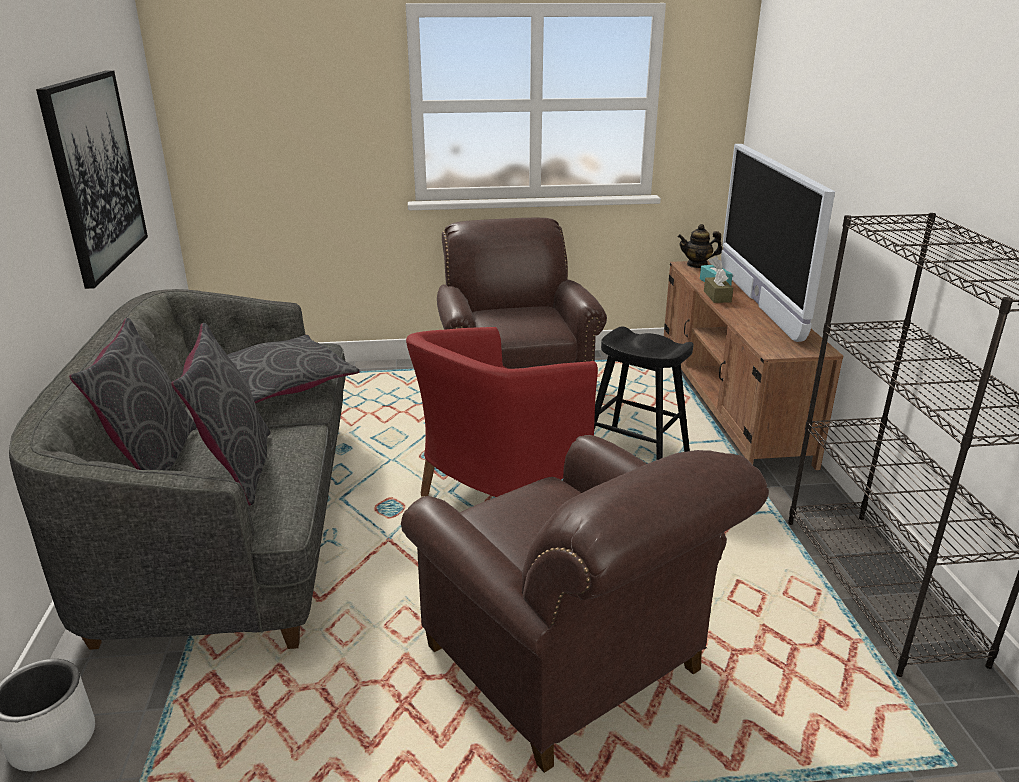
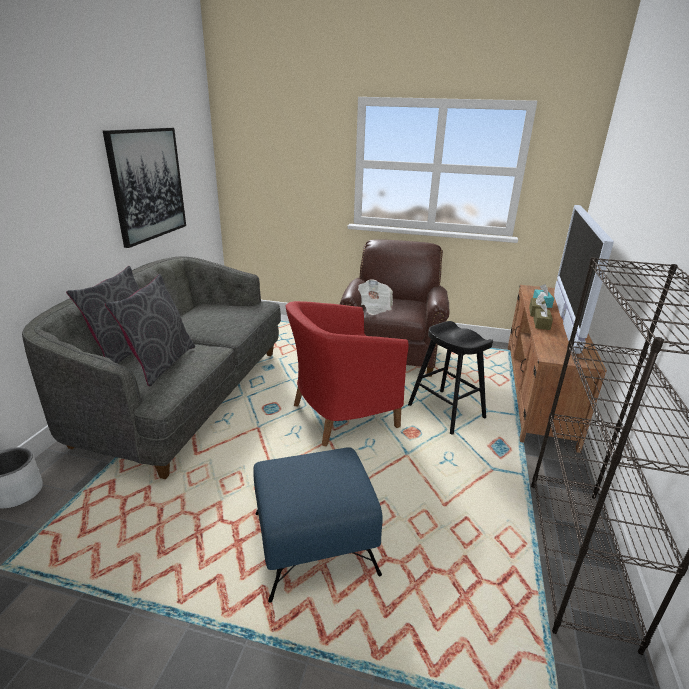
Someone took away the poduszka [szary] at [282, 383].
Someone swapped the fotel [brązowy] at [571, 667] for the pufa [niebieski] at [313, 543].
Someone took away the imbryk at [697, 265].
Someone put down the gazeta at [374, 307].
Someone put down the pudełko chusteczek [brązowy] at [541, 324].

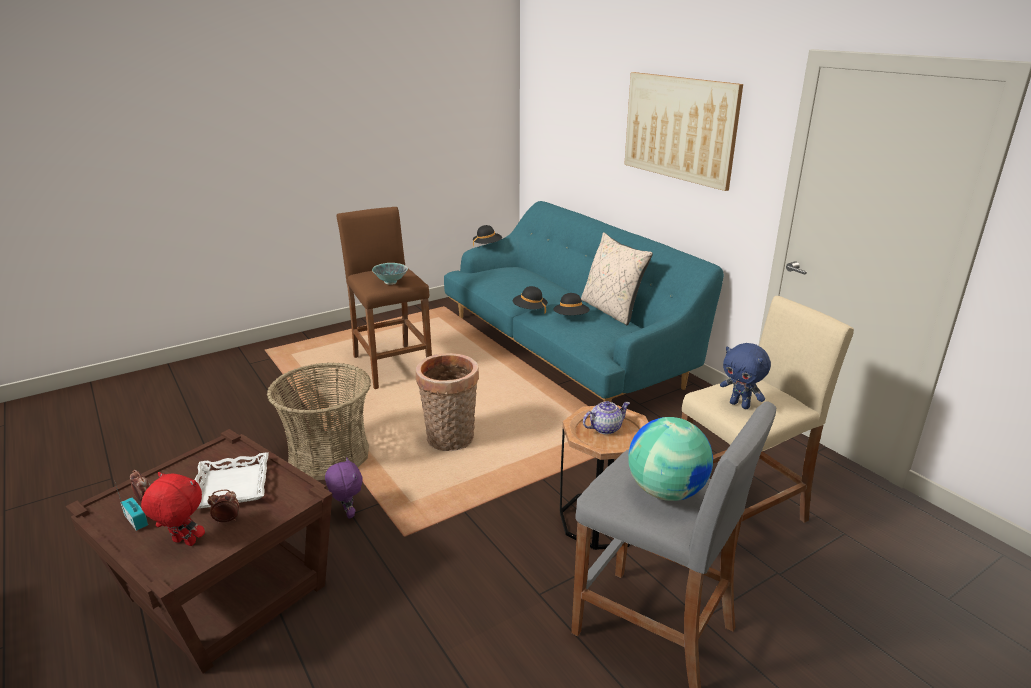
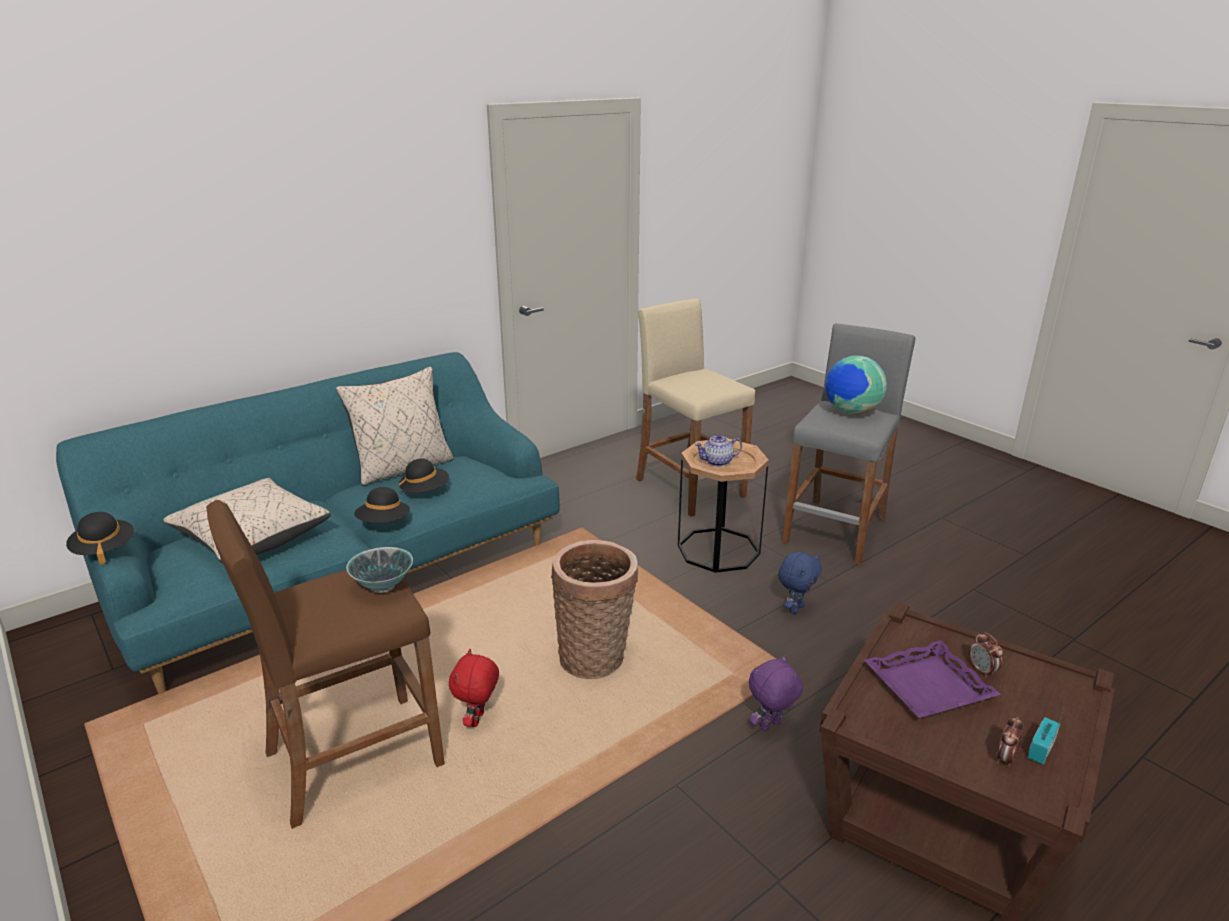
Someone carried the pluszak [czerwony] from [183, 543] to [478, 720].
Someone repainted the taca [biały] at [232, 486], which became the taca [fioletowy] at [928, 686].
Someone took away the koszyk at [329, 456].
Someone rotated the imbryk at [605, 428] by 75 degrees counterclockwise.
Someone took away the obraz at [679, 128].
Someone carried the pluszak [niebieski] from [740, 405] to [795, 608].
Someone put down the poduszka [beżowy] at [252, 537].

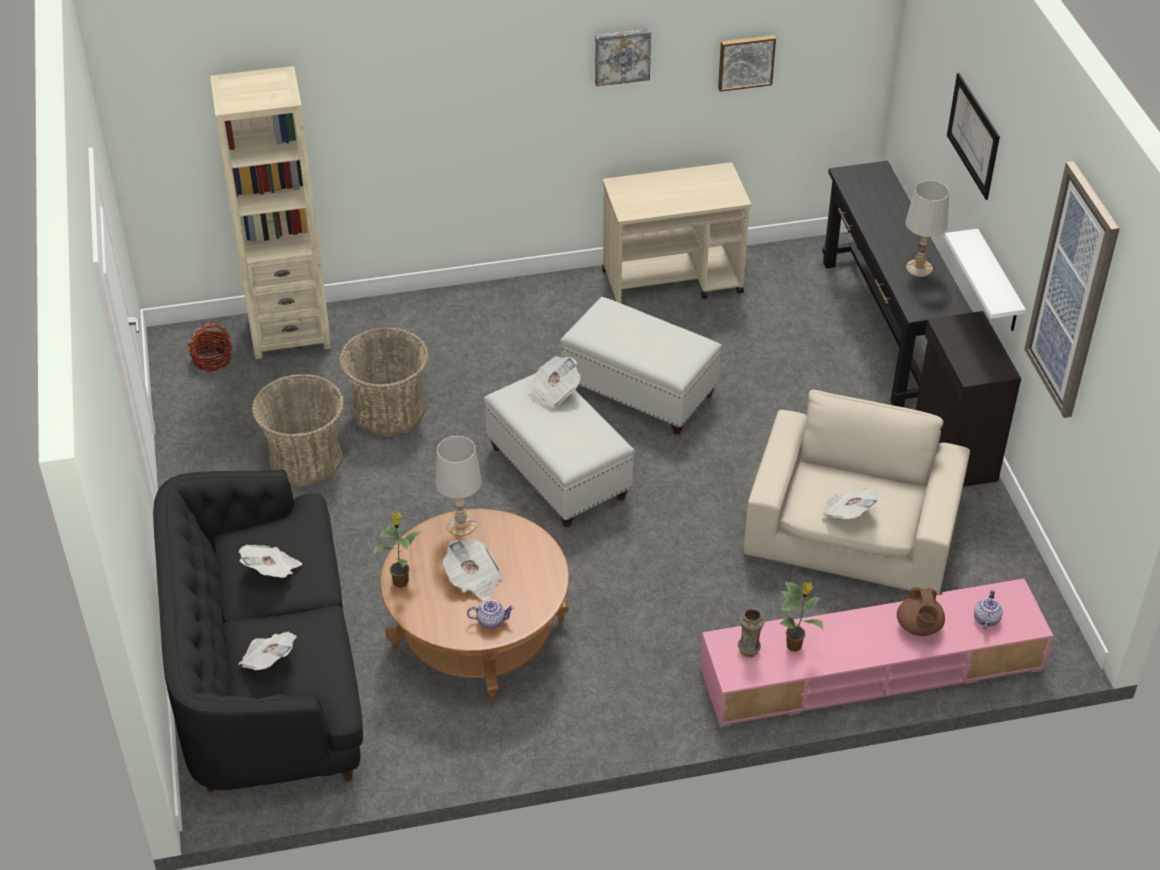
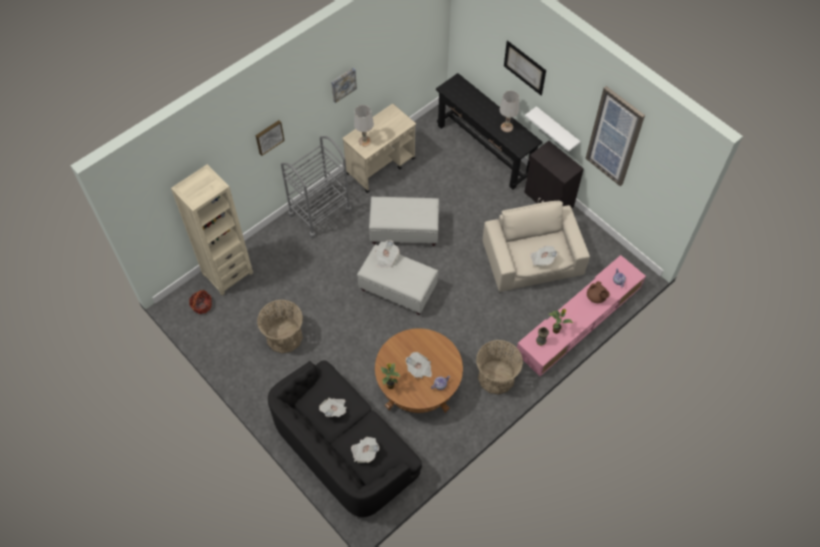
Someone carried the koszyk from [389, 411] to [496, 377].
Someone carried the lampa stołowa [biały] from [461, 525] to [364, 141].
Someone carried the obraz from [745, 61] to [269, 137].
Someone put down the wózek [szary] at [320, 212].

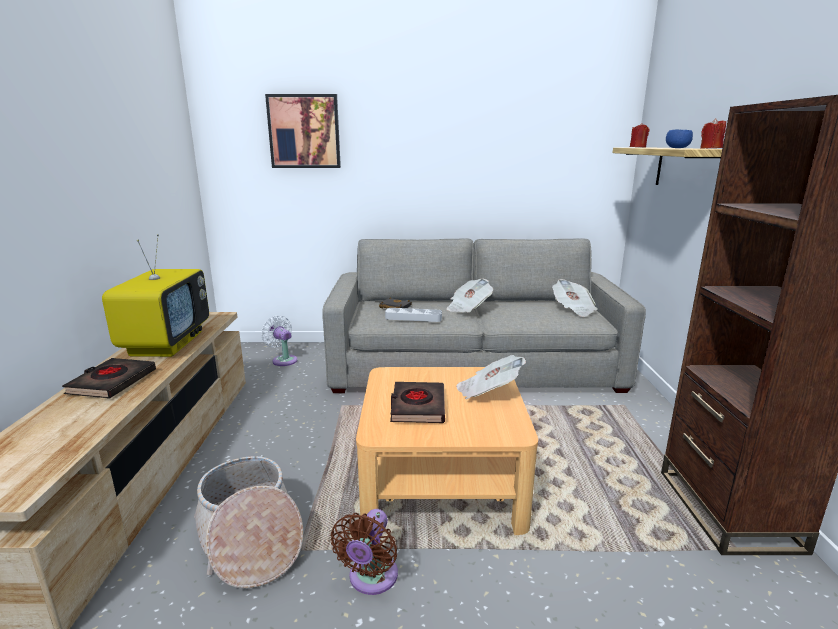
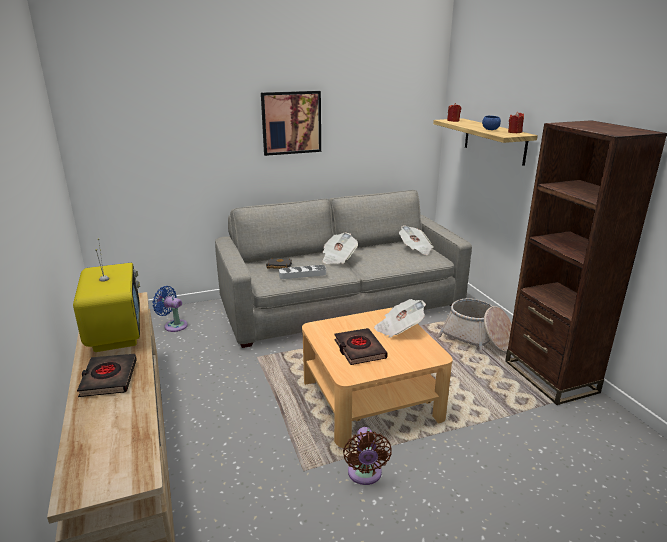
Someone carried the koszyk from [250, 539] to [477, 338].
Someone repainted the wentylator [biały] at [283, 360], which became the wentylator [niebieski] at [174, 325].
Someone carried the obraz from [304, 131] to [291, 122].

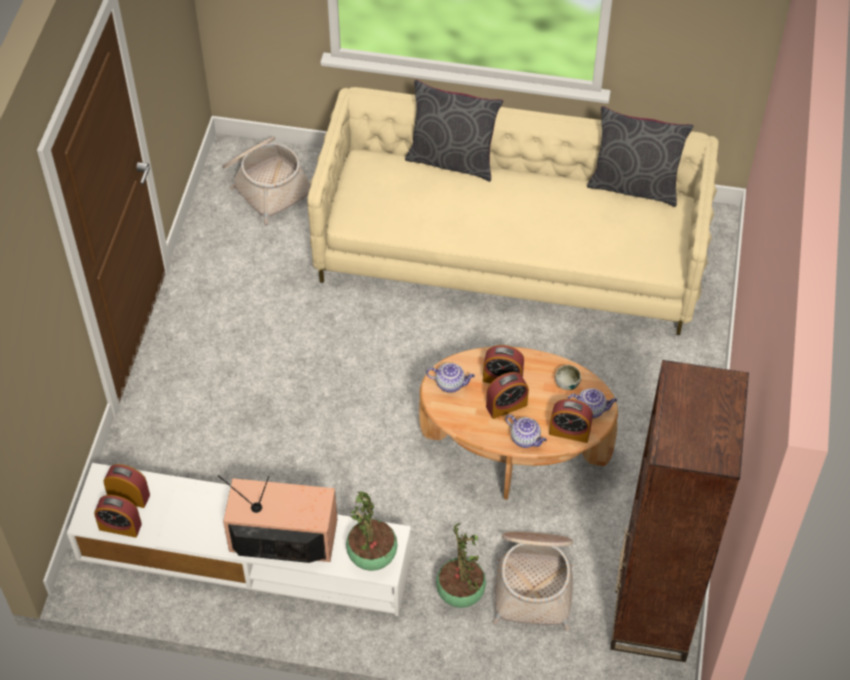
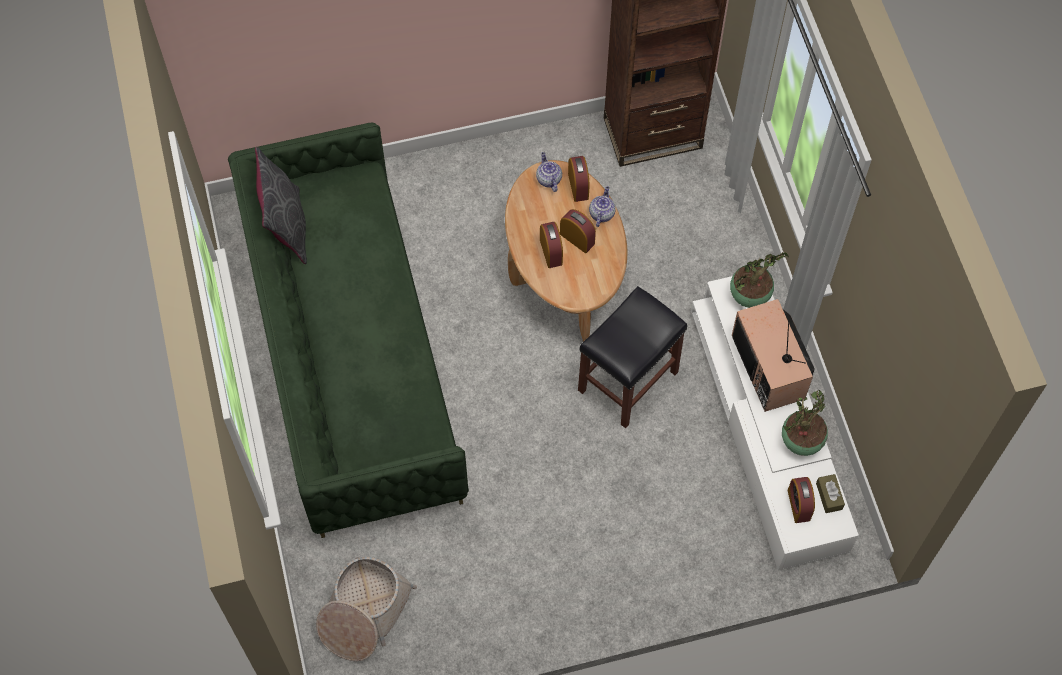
Someone swapped the budzik at [120, 526] for the pudełko chusteczek [brązowy] at [829, 496].
Someone repainted the kanapa [beżowy] at [510, 254], which became the kanapa [zielony] at [353, 357].
Someone took away the poduszka [szary] at [452, 160].
Someone took away the imbryk at [450, 384].
Someone carried the roślina doniczkowa from [460, 592] to [800, 442].
Someone took away the koszyk at [534, 582].
Someone took away the miska at [567, 383].
Someone put down the stołek [czarny] at [627, 382].

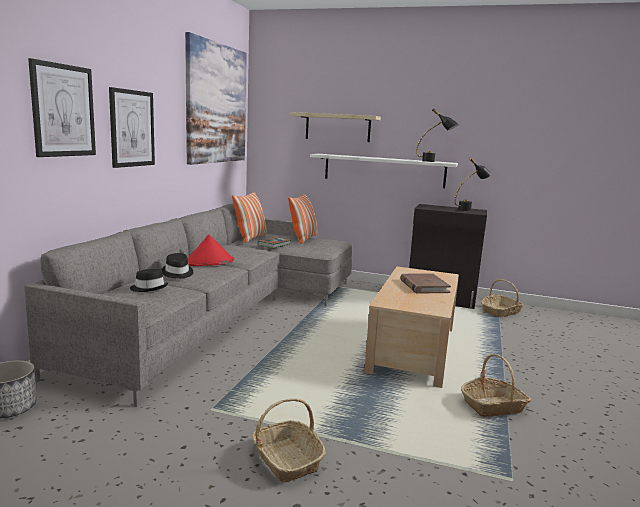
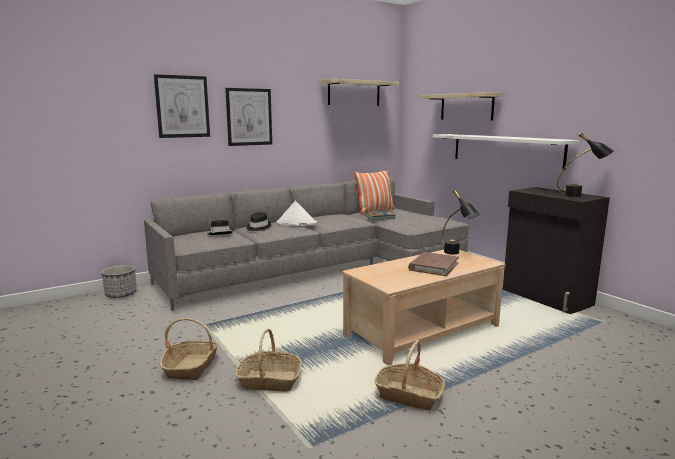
Someone swapped the obraz at [216, 104] for the półka [beżowy] at [354, 93].
Someone repainted the kapelusz [czerwony] at [209, 262], which became the kapelusz [biały] at [296, 223].
Someone took away the poduszka at [303, 239].
Someone carried the lampa stołowa [czarny] from [434, 161] to [456, 254].
Someone carried the koszyk from [501, 312] to [269, 381].

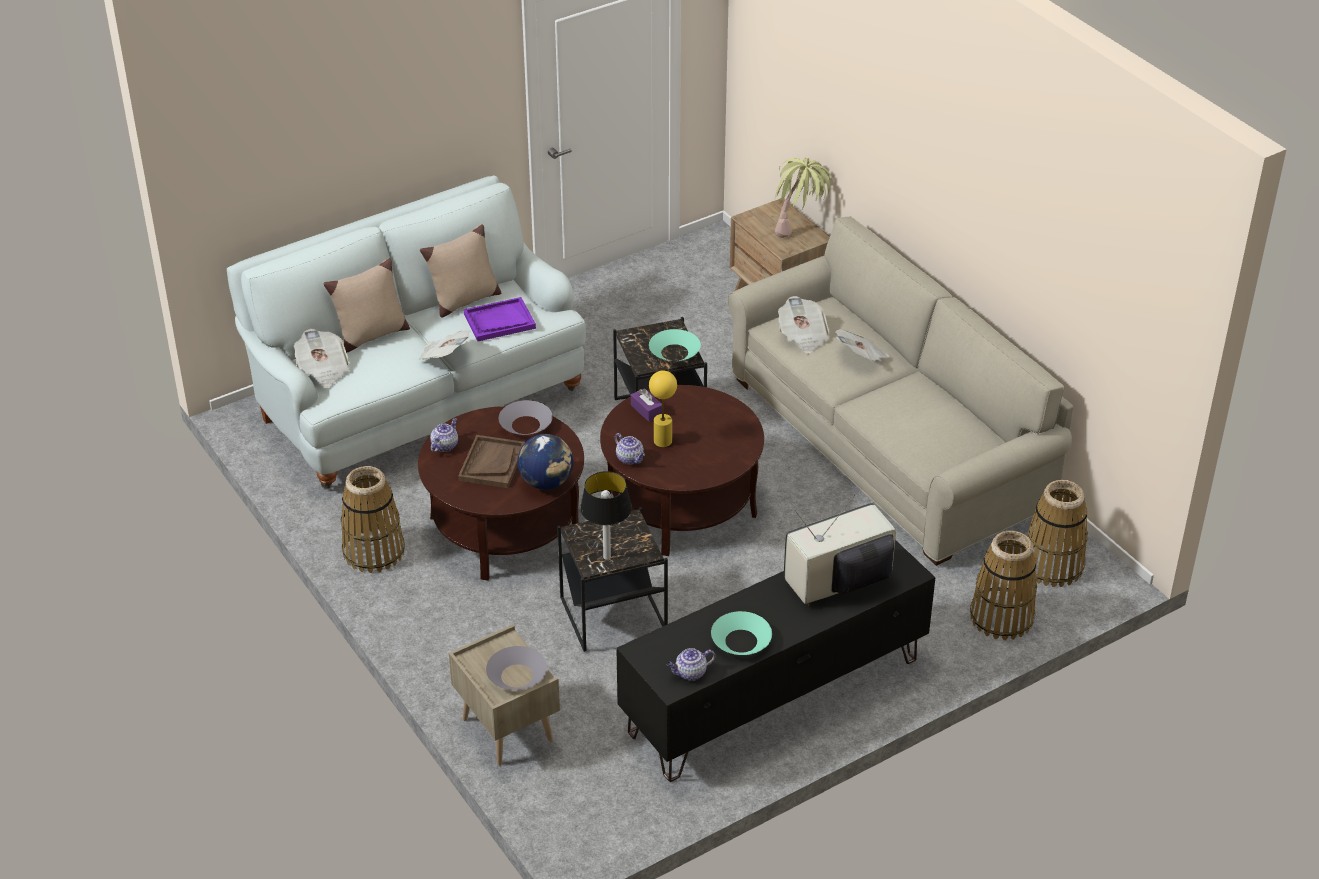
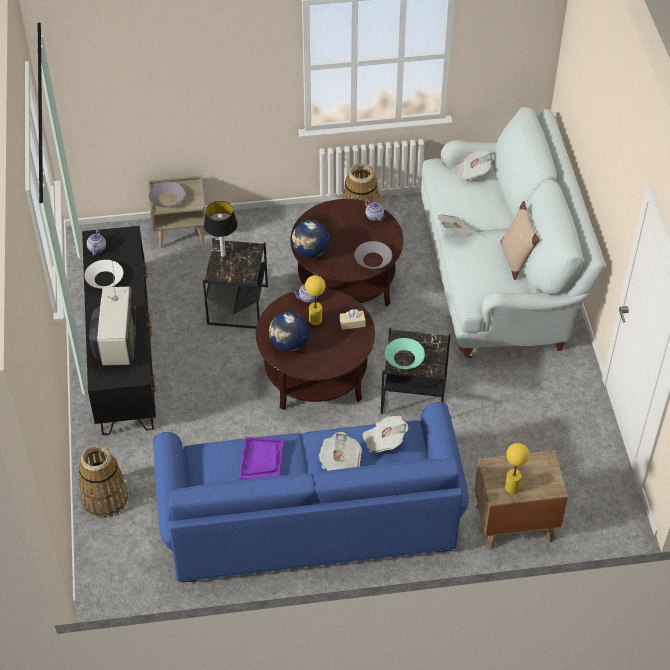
Someone took away the poduszka [beżowy] at [371, 335].
Someone took away the taca [brązowy] at [492, 463].
Someone carried the taca [fioletowy] from [499, 321] to [261, 460].
Someone repainted the pudełko chusteczek [fioletowy] at [646, 410], which became the pudełko chusteczek [beżowy] at [352, 323].
Someone repainted the miska [turkusowy] at [741, 640], which became the miska [biały] at [104, 278].
Someone repainted the kanapa [beżowy] at [889, 443], which became the kanapa [niebieski] at [309, 518].
Someone swapped the roślina doniczkowa at [800, 231] for the lampa stołowa [żółty] at [512, 487].
Someone took away the koszyk at [1052, 565].
Someone put down the globus at [289, 344].

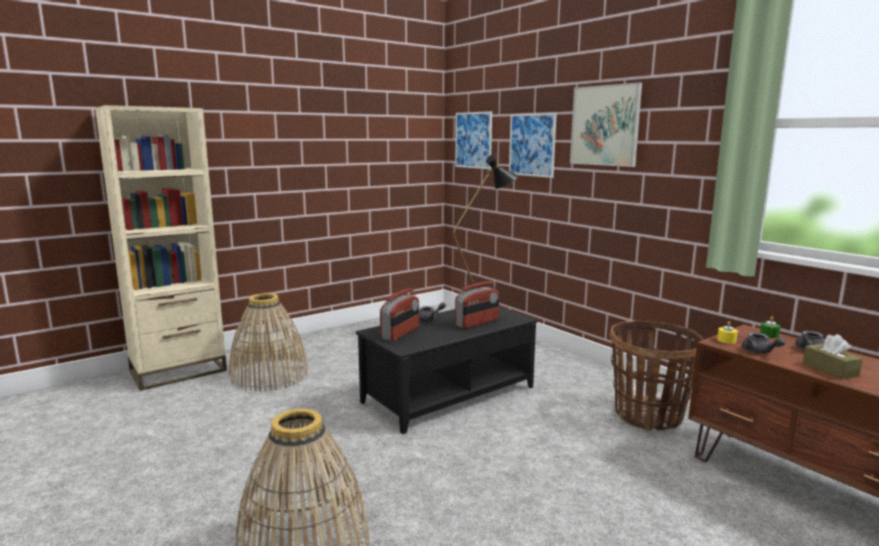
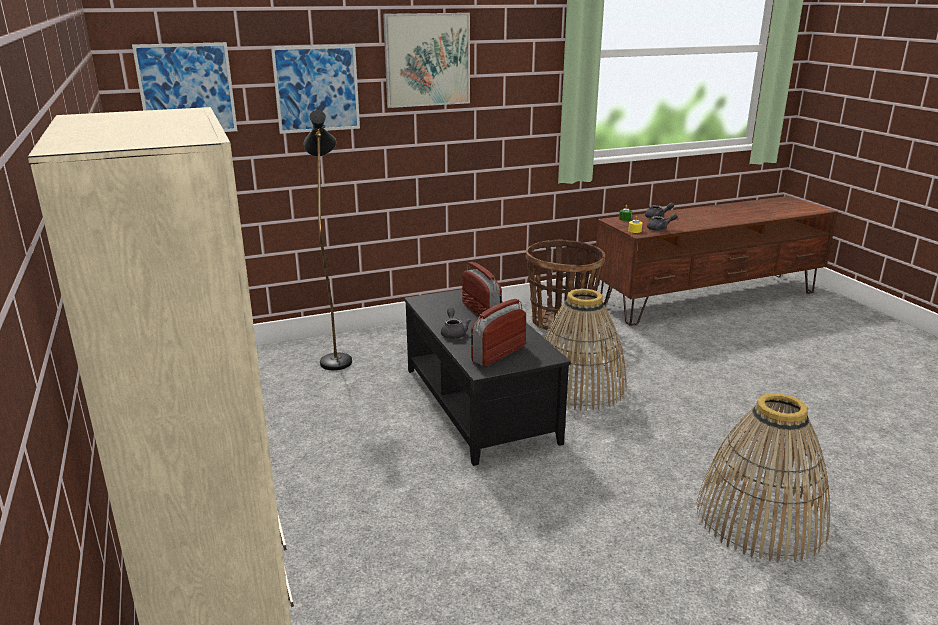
Someone carried the koszyk from [269, 375] to [578, 386].
Someone rotated the radio at [400, 333] by 90 degrees counterclockwise.
Someone took away the pudełko chusteczek [brązowy] at [830, 369].

